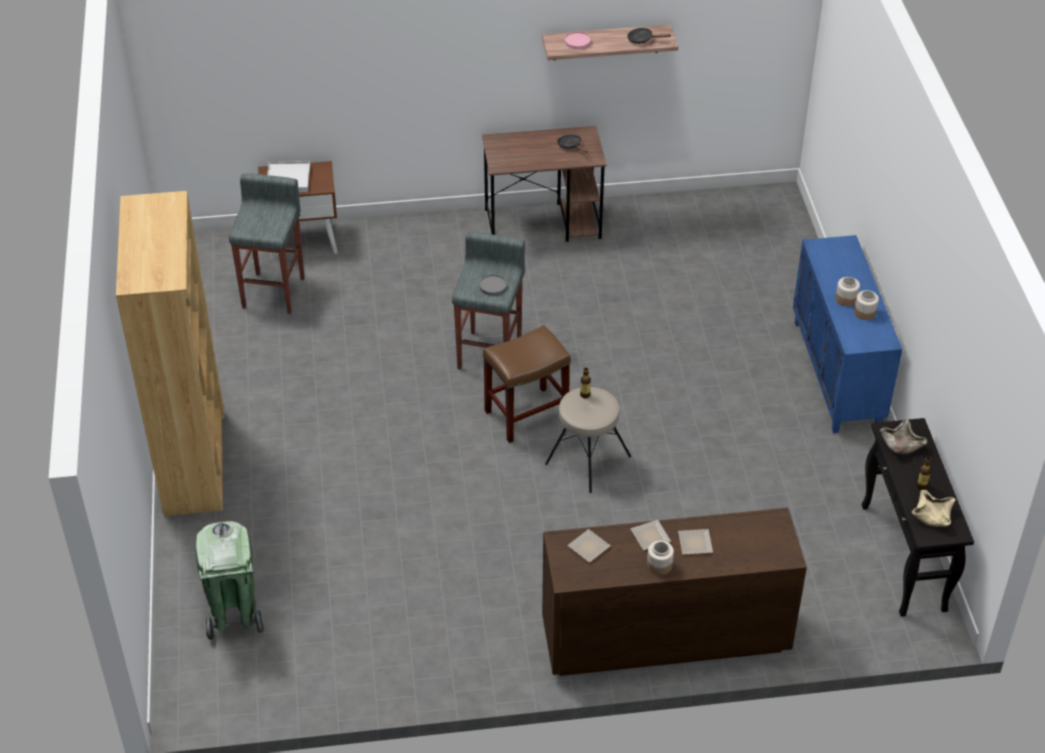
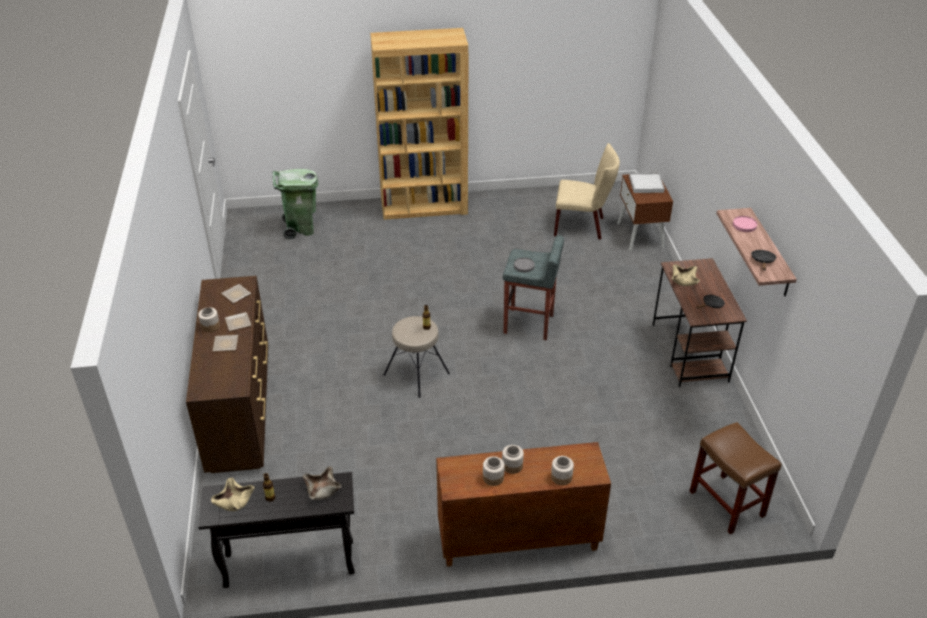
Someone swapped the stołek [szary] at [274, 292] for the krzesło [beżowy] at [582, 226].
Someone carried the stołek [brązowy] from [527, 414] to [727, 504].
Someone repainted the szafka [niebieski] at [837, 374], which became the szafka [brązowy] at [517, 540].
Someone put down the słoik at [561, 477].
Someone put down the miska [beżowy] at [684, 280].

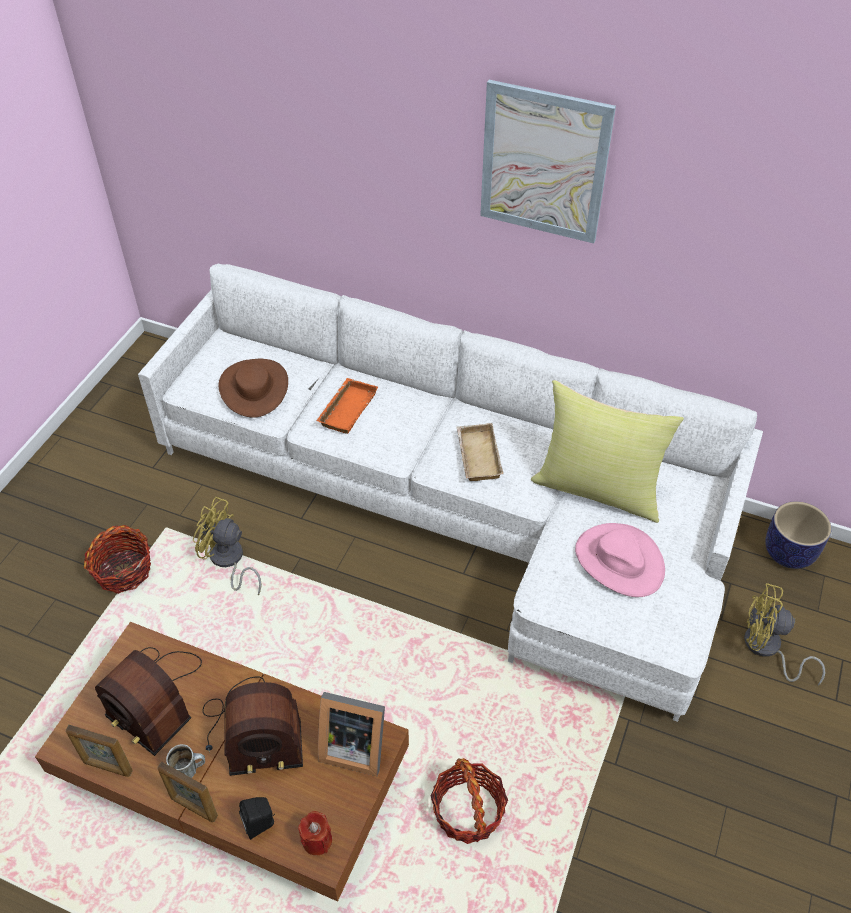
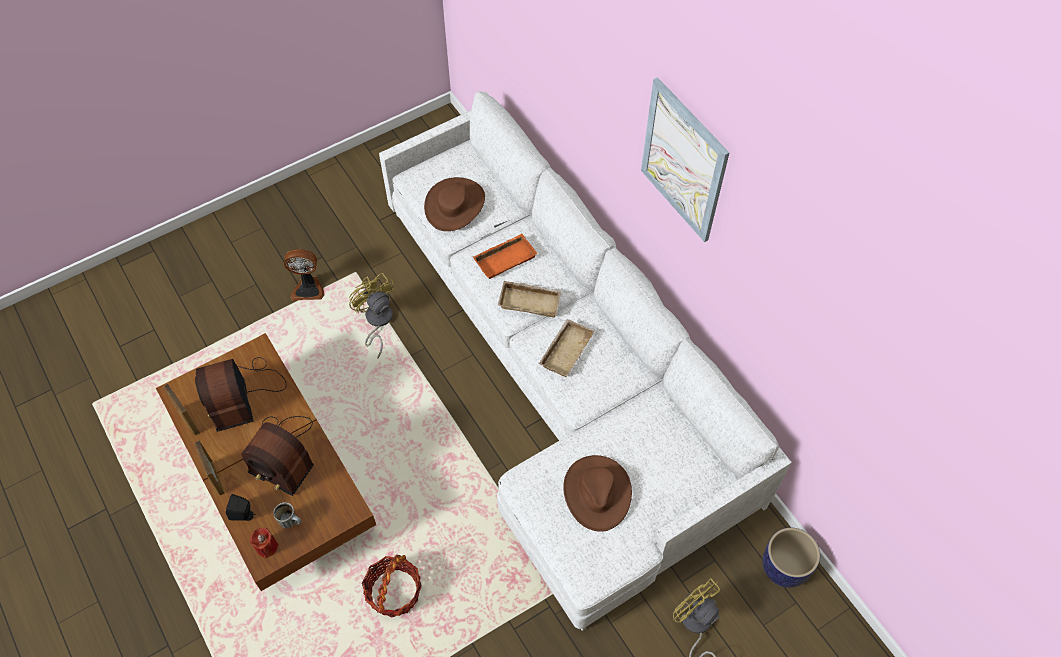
Someone swapped the koszyk at [123, 571] for the wentylator at [308, 288].
Someone carried the kubek from [190, 769] to [291, 521].
Someone took away the ramka na zdjęcie at [353, 745].
Someone took away the poduszka [żółty] at [598, 488].
Someone repainted the kapelusz [różowy] at [619, 561], which became the kapelusz [brązowy] at [596, 493].
Someone put down the taca [beżowy] at [531, 301].

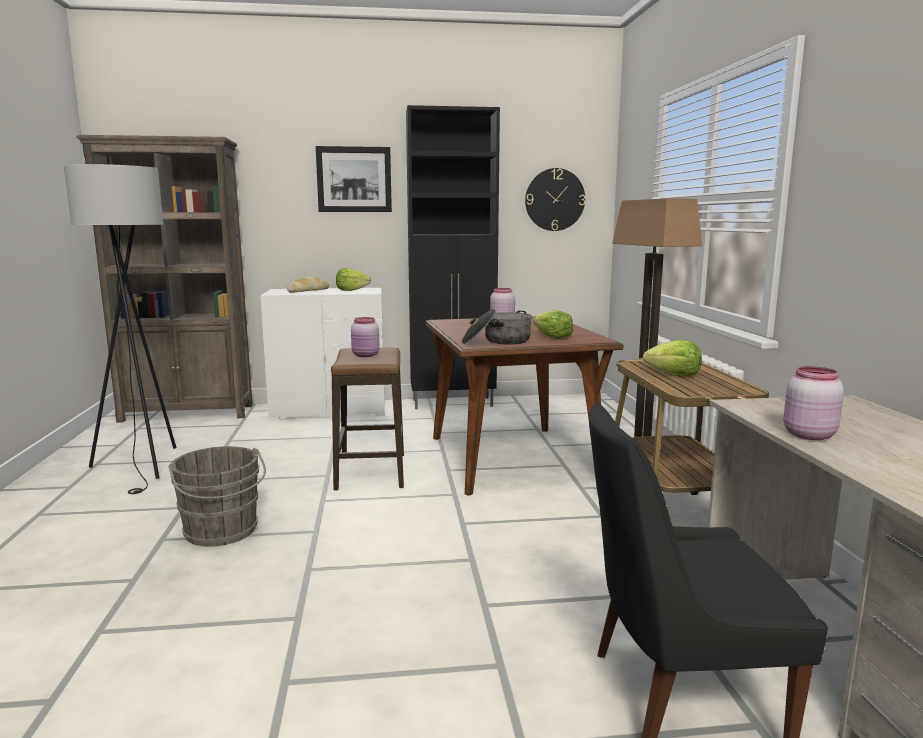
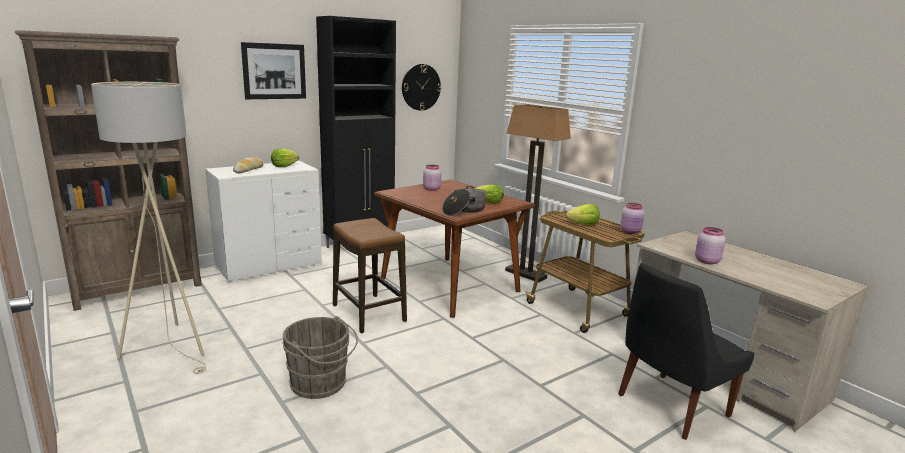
Someone repainted the lampa stojąca [czarny] at [145, 466], which became the lampa stojąca [beżowy] at [173, 347].
Someone carried the słoik [różowy] from [366, 355] to [631, 232].

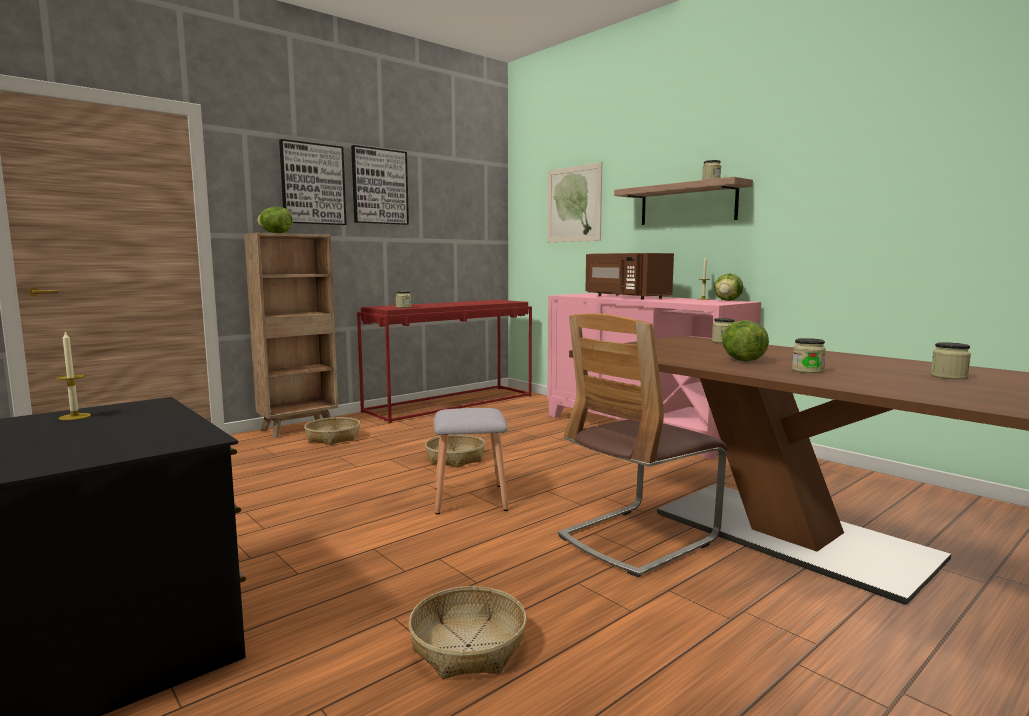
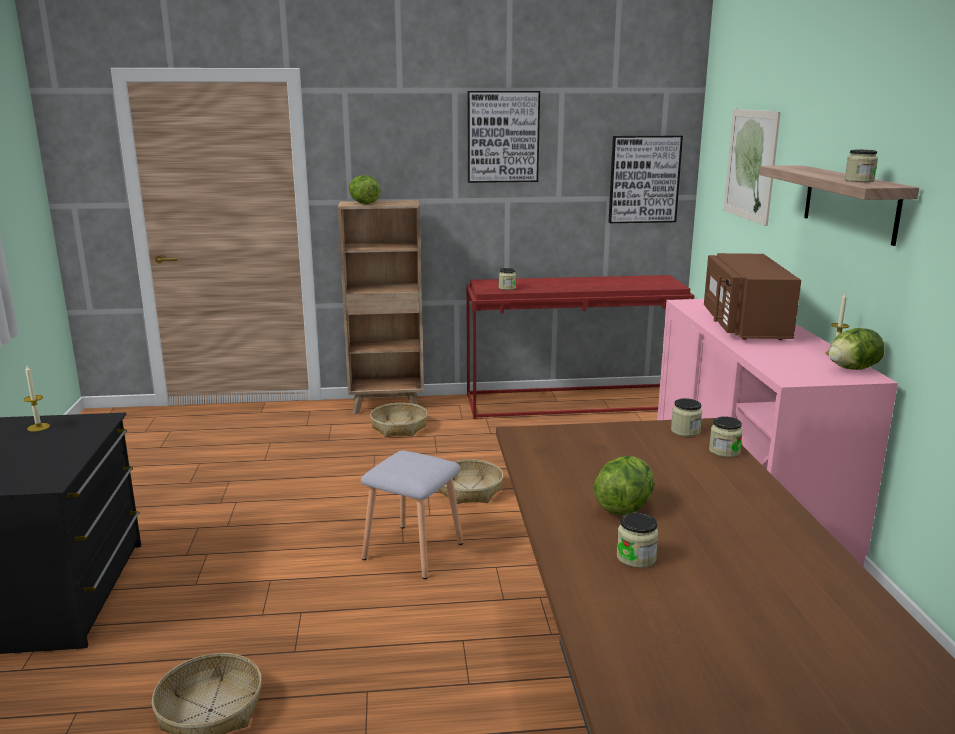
Someone carried the obraz from [313, 184] to [644, 179].
Someone took away the krzesło at [638, 538].
Someone carried the słoik from [949, 376] to [685, 431].

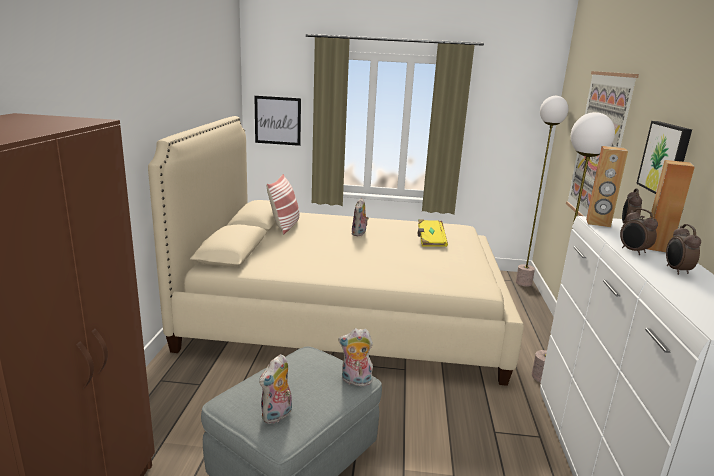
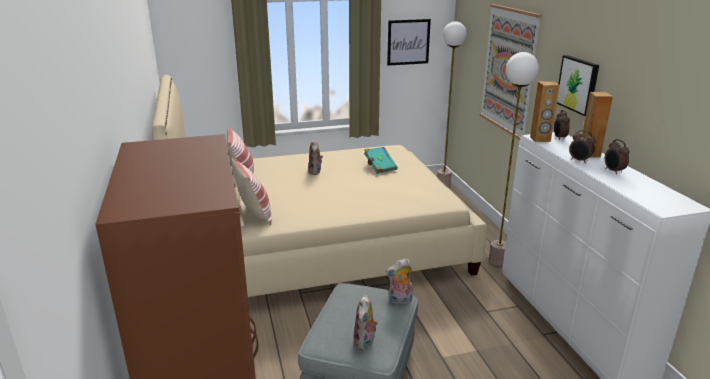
Someone carried the obraz from [277, 120] to [408, 42].
Someone repainted the książka [żółty] at [430, 241], which became the książka [turkusowy] at [379, 167].
Someone put down the poduszka at [255, 214].

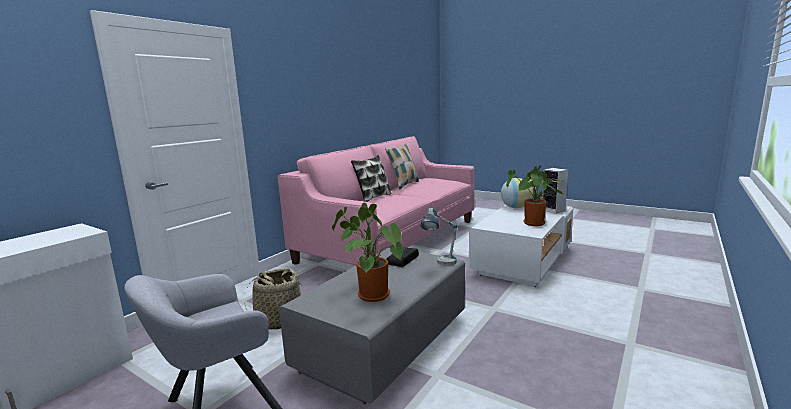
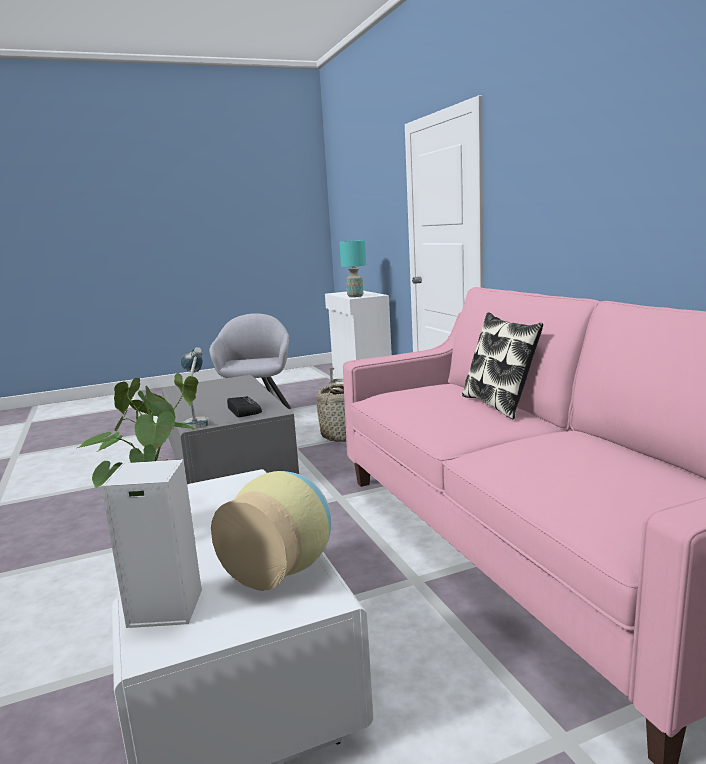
Someone took away the roślina doniczkowa at [370, 294].
Someone took away the poduszka at [404, 185].
Someone put down the lampa stołowa [turkusowy] at [355, 296].

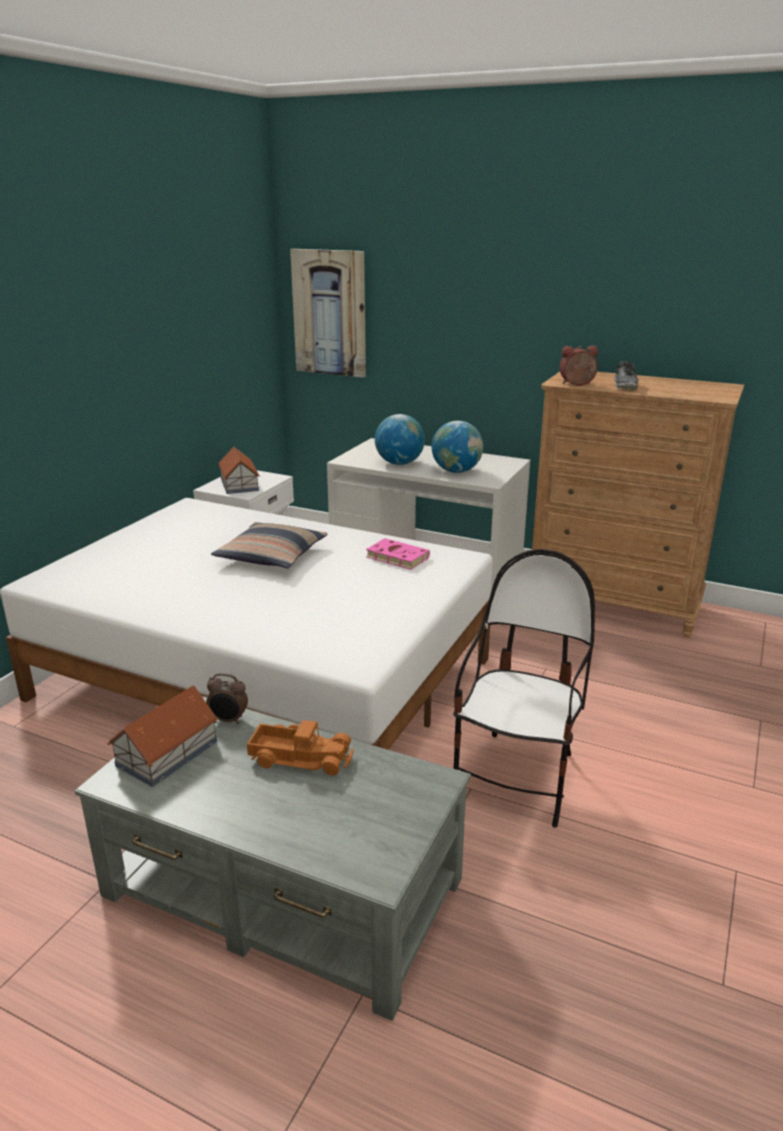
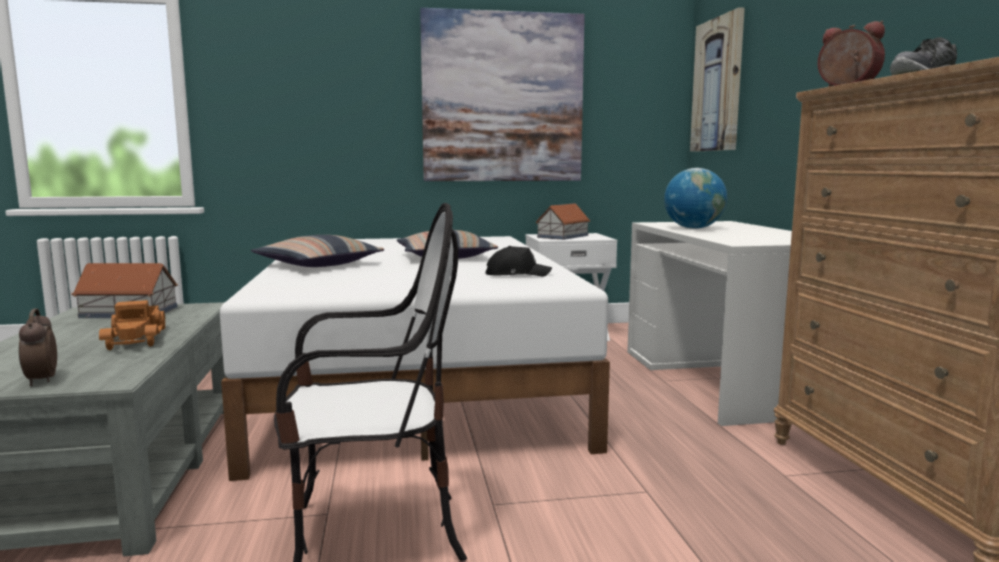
Someone carried the budzik from [228, 720] to [41, 380].
Someone swapped the książka [różowy] at [395, 557] for the czapka z daszkiem [czarny] at [516, 274].
Someone took away the globus at [456, 471].
Someone put down the poduszka at [318, 264].
Someone put up the obraz at [503, 98].

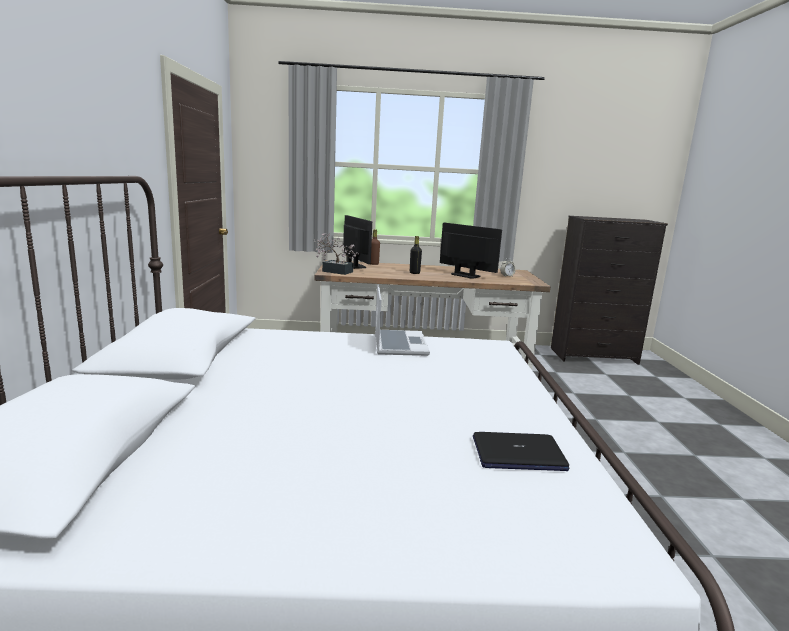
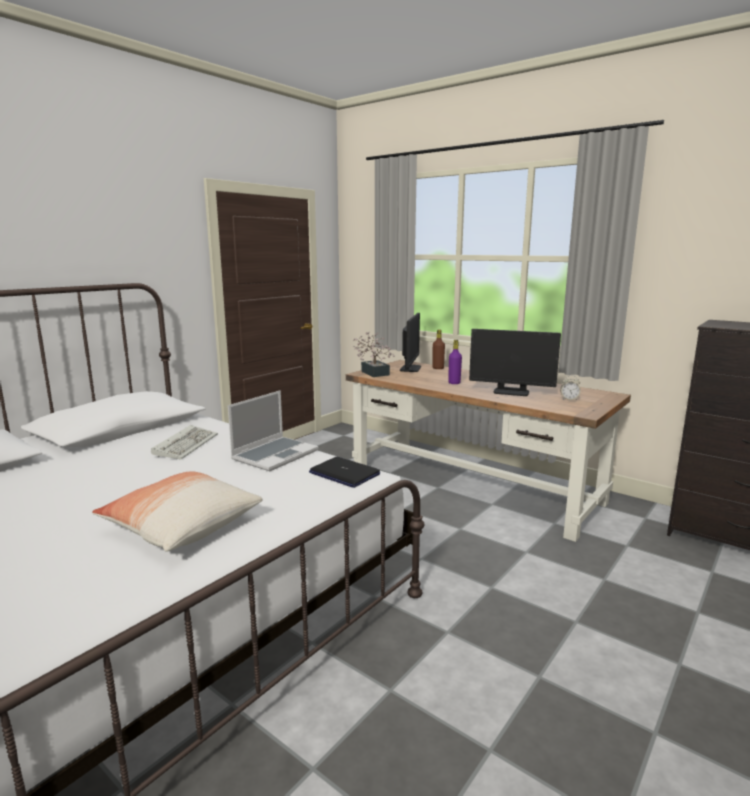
Someone repainted the butelka [czarny] at [414, 273], which became the butelka [fioletowy] at [454, 383].
Someone rotated the monitor at [465, 275] by 120 degrees clockwise.
Someone carried the laptop from [518, 454] to [344, 473].
Someone put down the poduszka at [181, 527].
Someone put down the klawiatura at [186, 445].

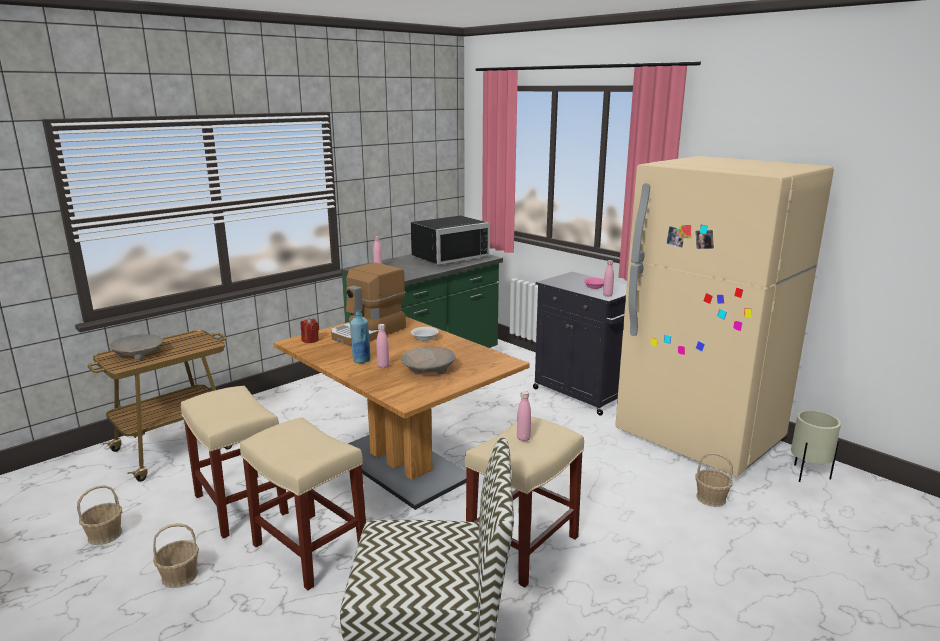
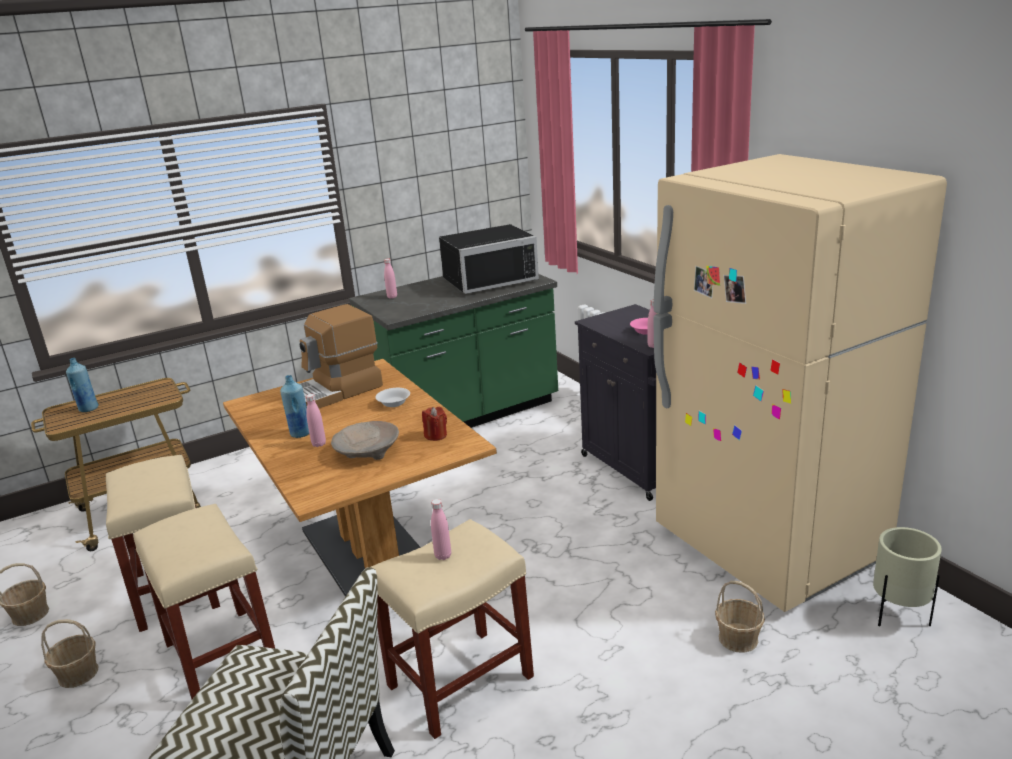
Someone swapped the miska [beżowy] at [138, 354] for the butelka [niebieski] at [88, 409].
Someone carried the świeca [czerwony] from [310, 340] to [436, 435].

